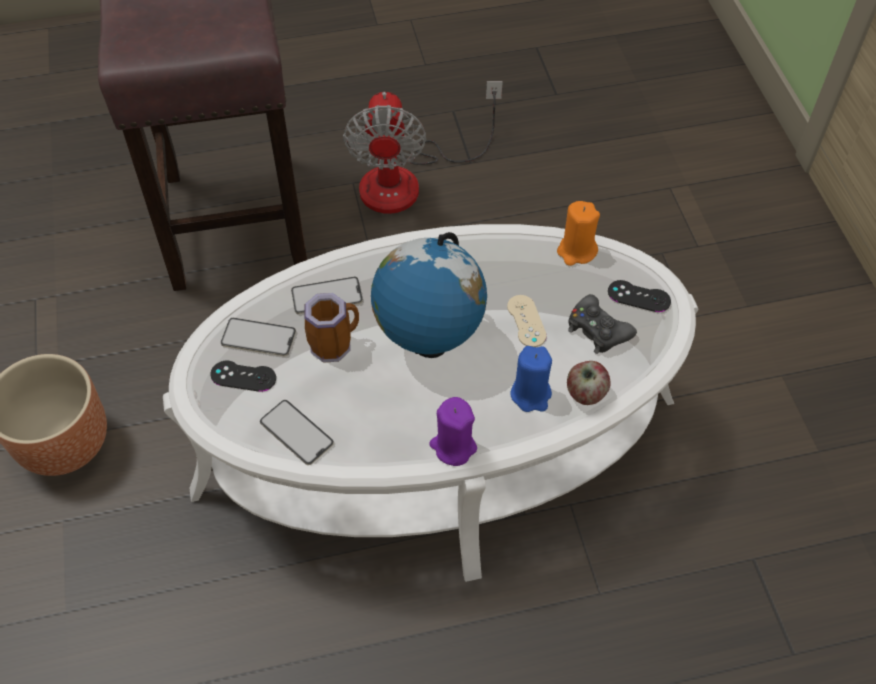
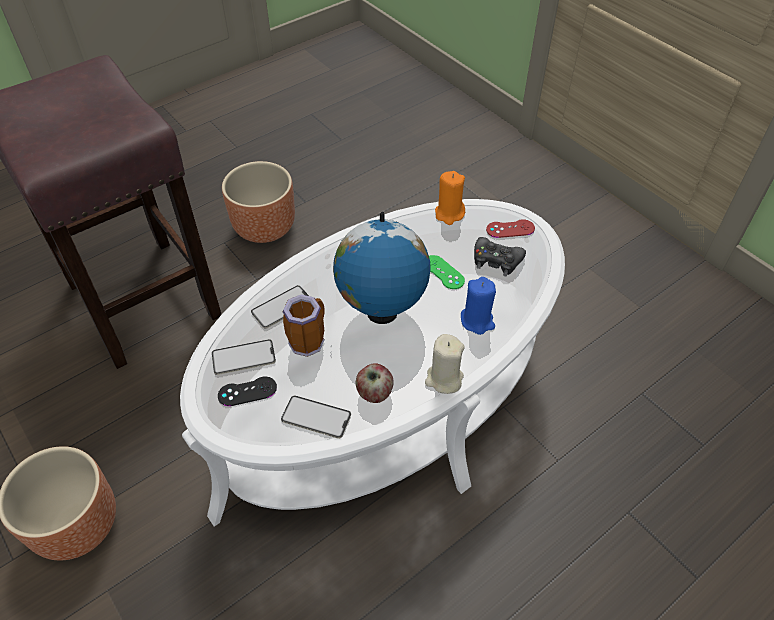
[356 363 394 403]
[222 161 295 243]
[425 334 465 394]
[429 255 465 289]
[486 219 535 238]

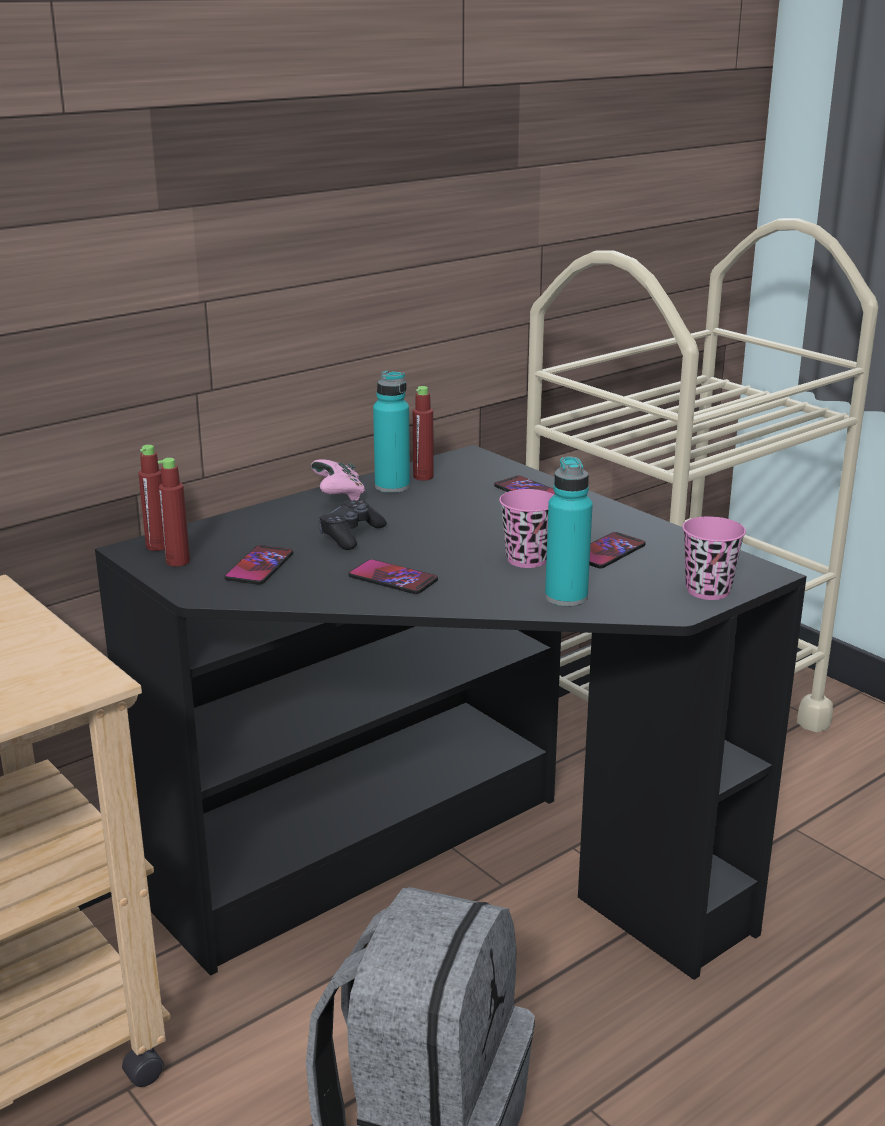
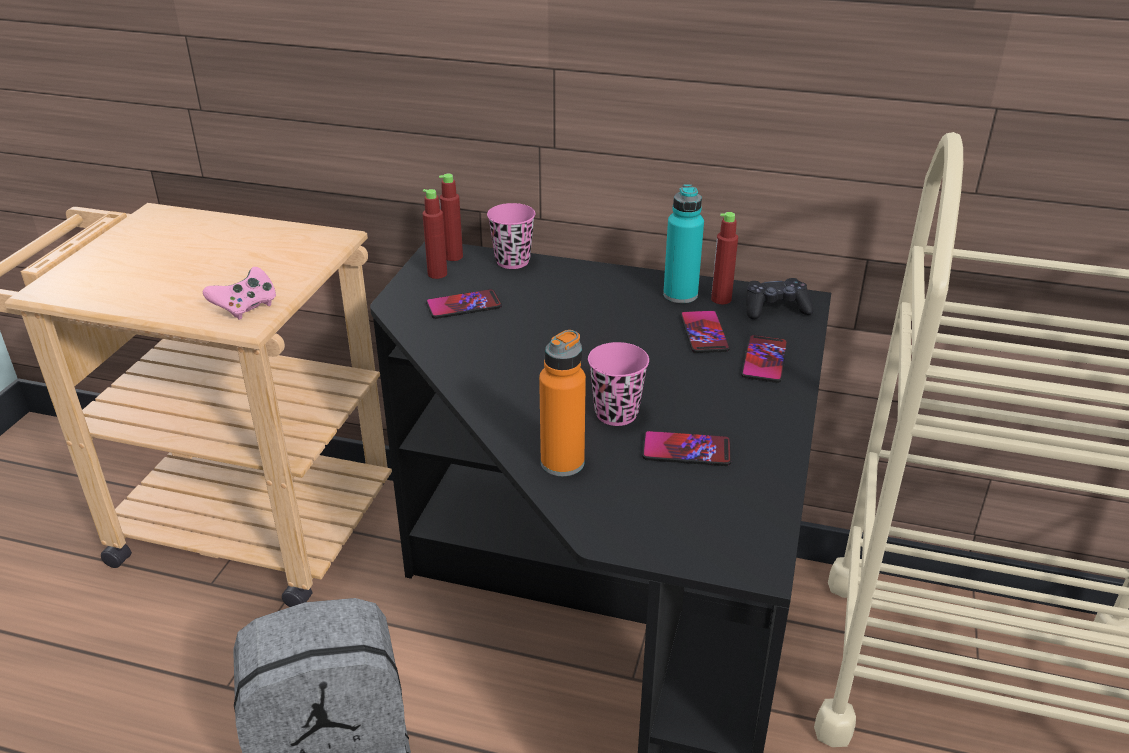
[203 267 276 320]
[746 278 813 319]
[680 310 730 353]
[487 203 536 269]
[539 330 586 476]

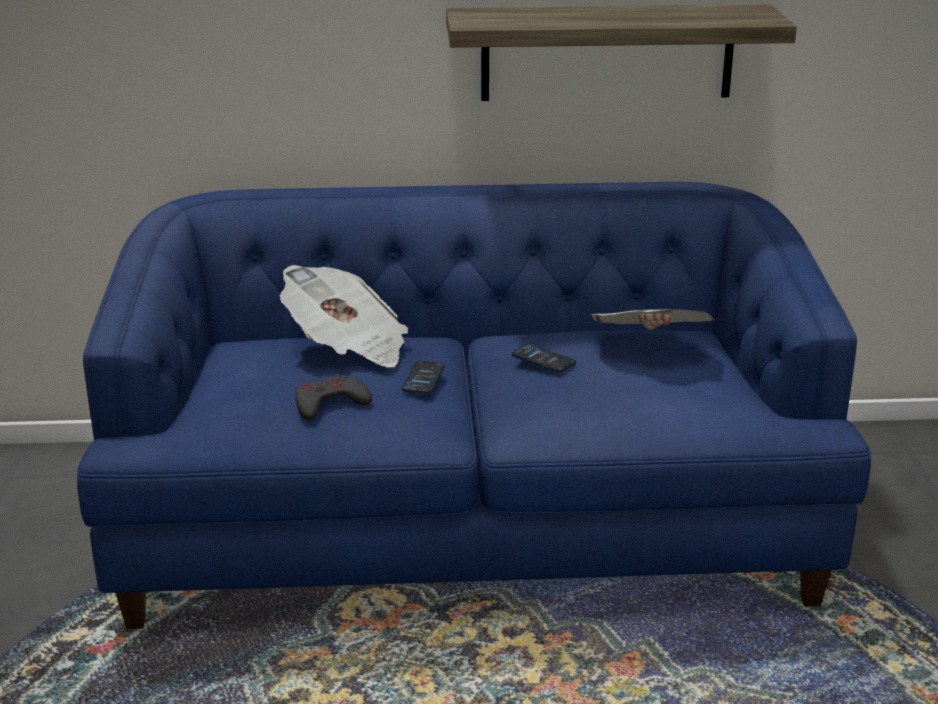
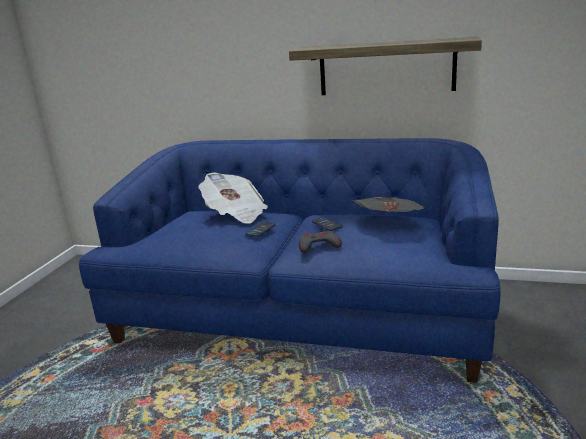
[299 231 342 253]

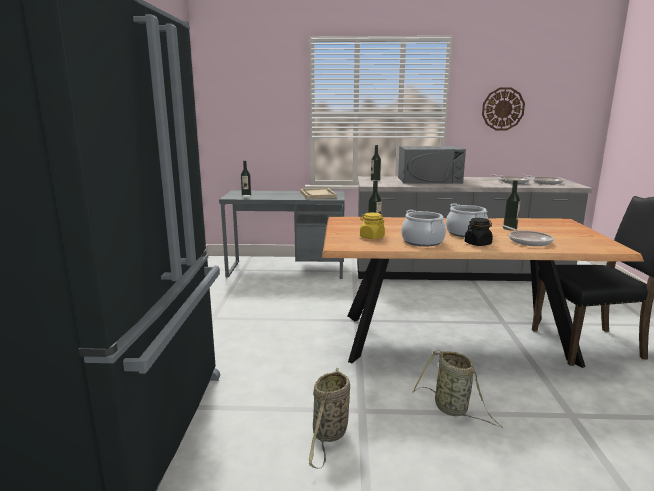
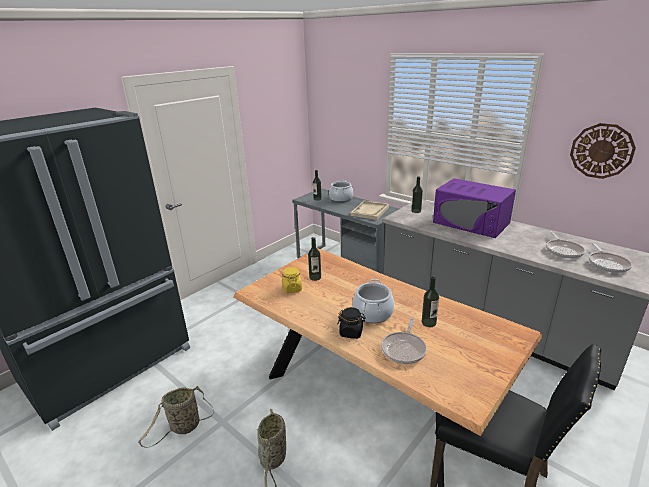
[329 180 353 202]
[433 178 516 238]

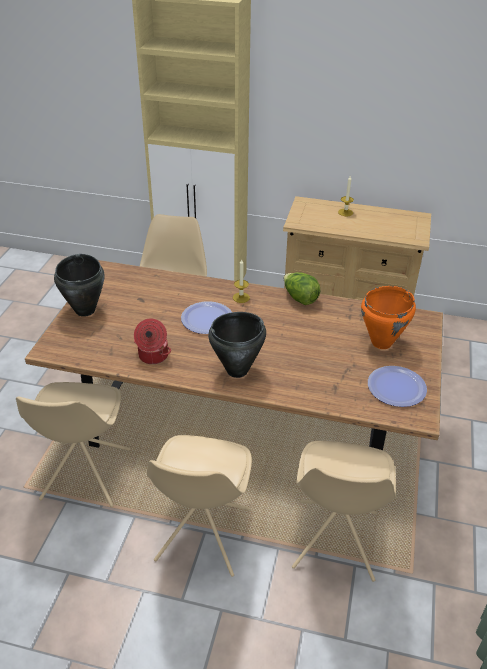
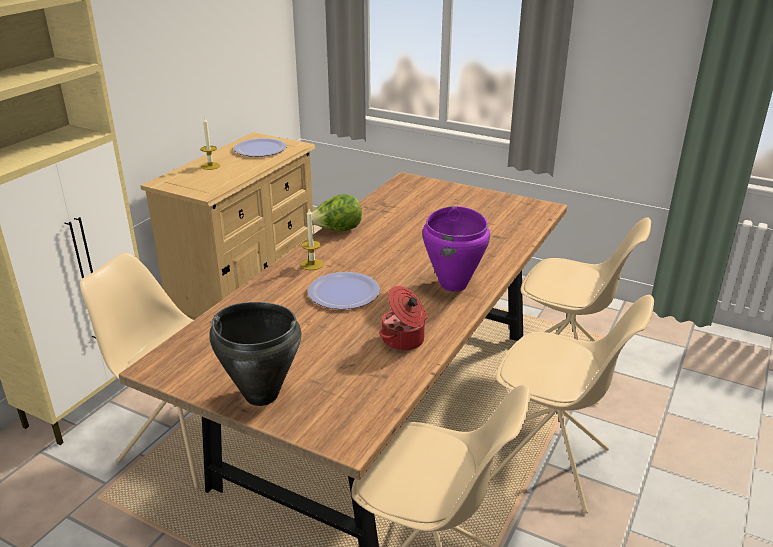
[361 286 416 349] (first image)
[234 138 286 157]
[422 206 490 292]

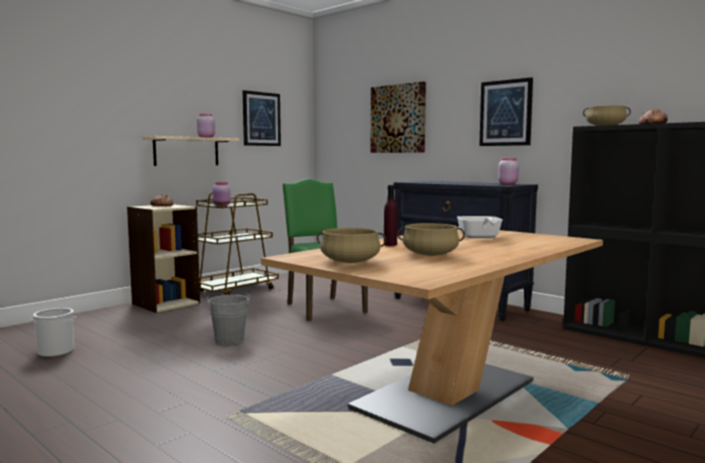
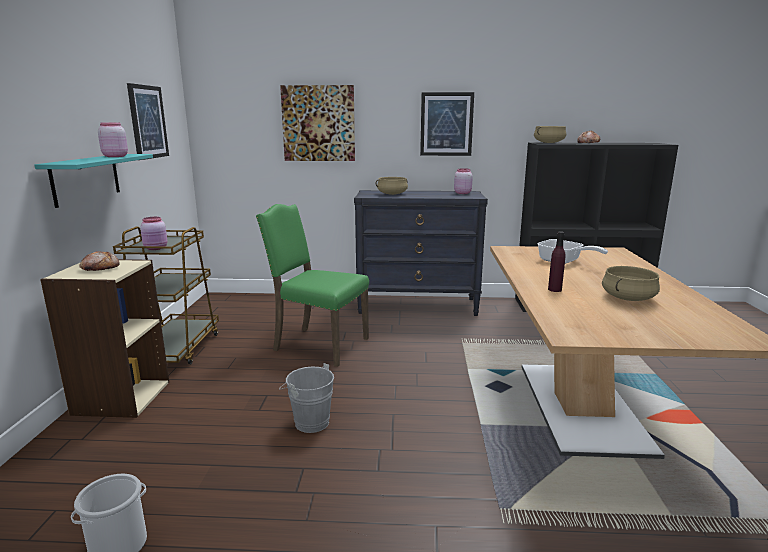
[375 177 408 195]
[35 154 153 208]

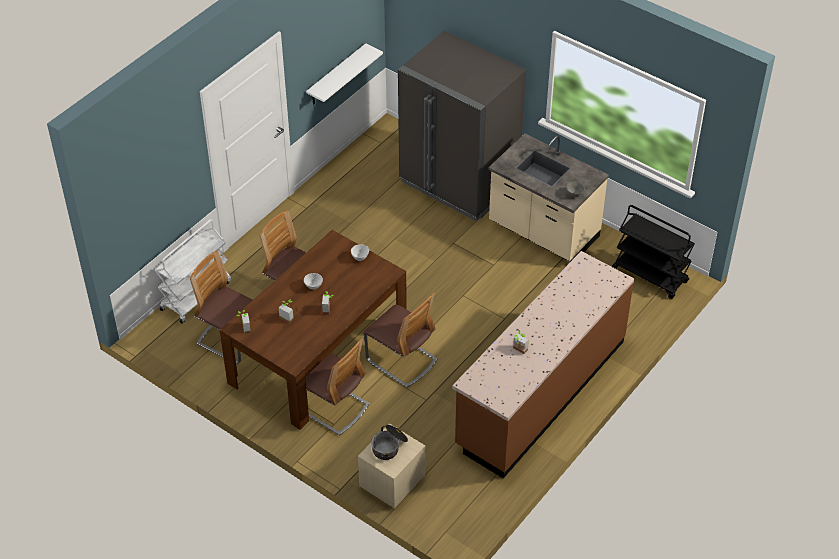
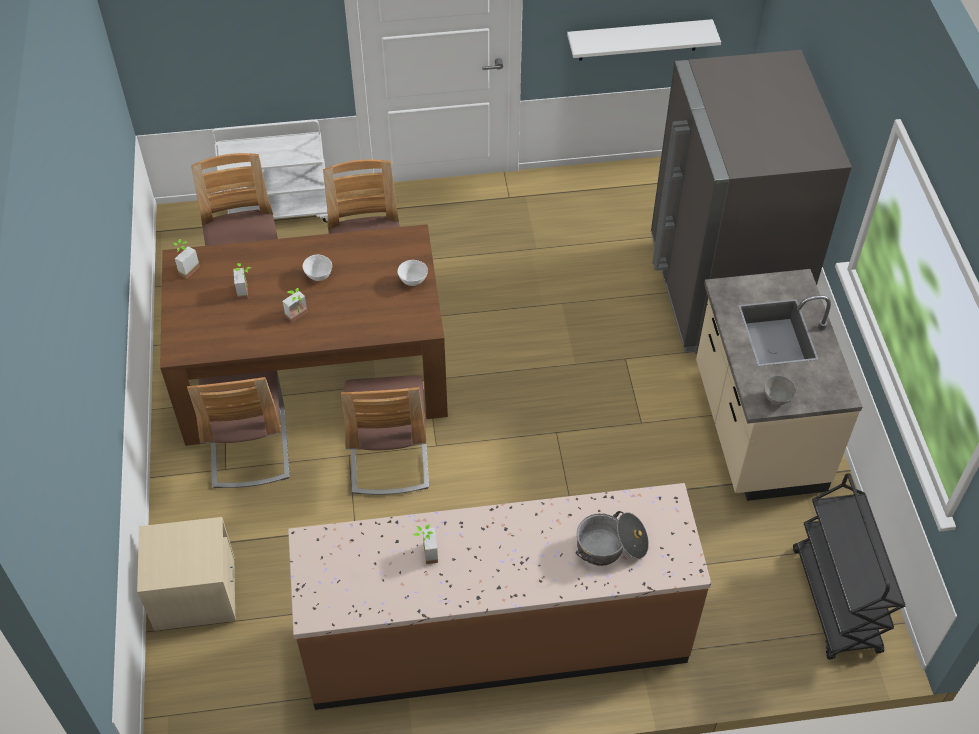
[576 511 649 566]

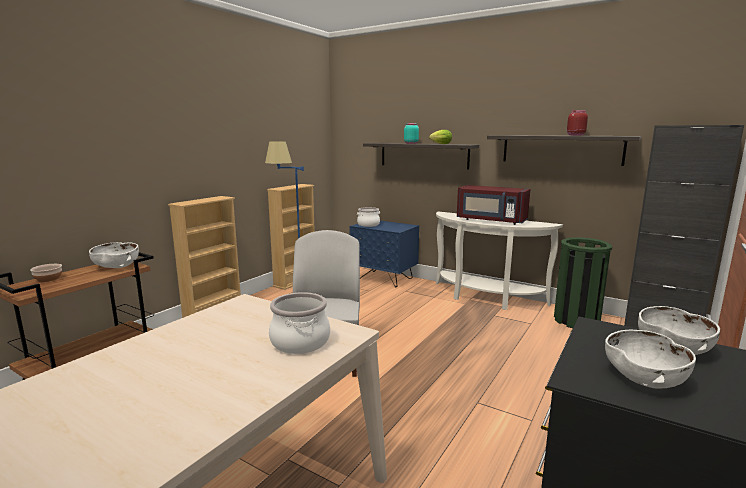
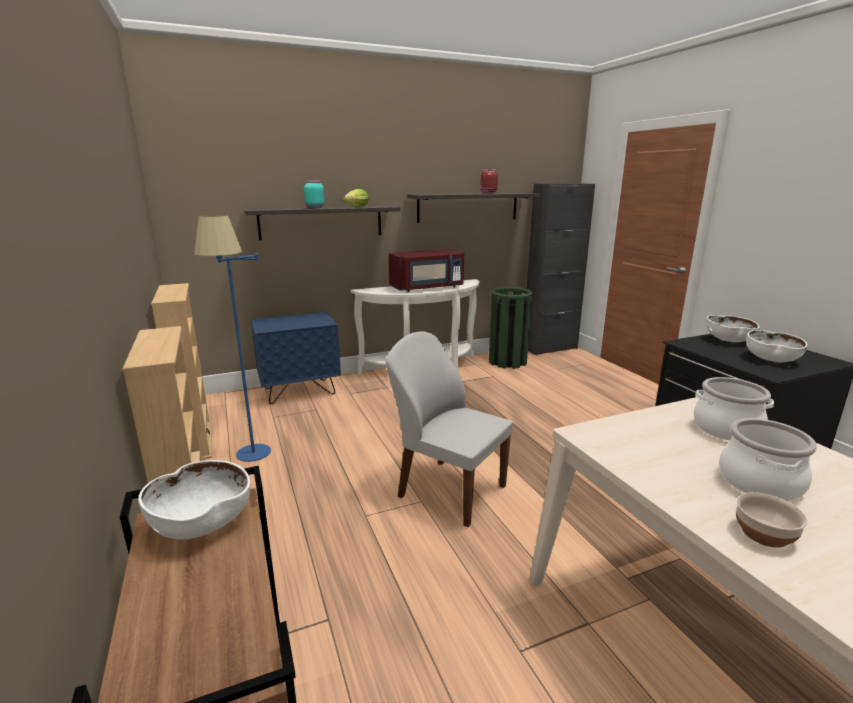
[736 492 807 548]
[719 418 817 501]

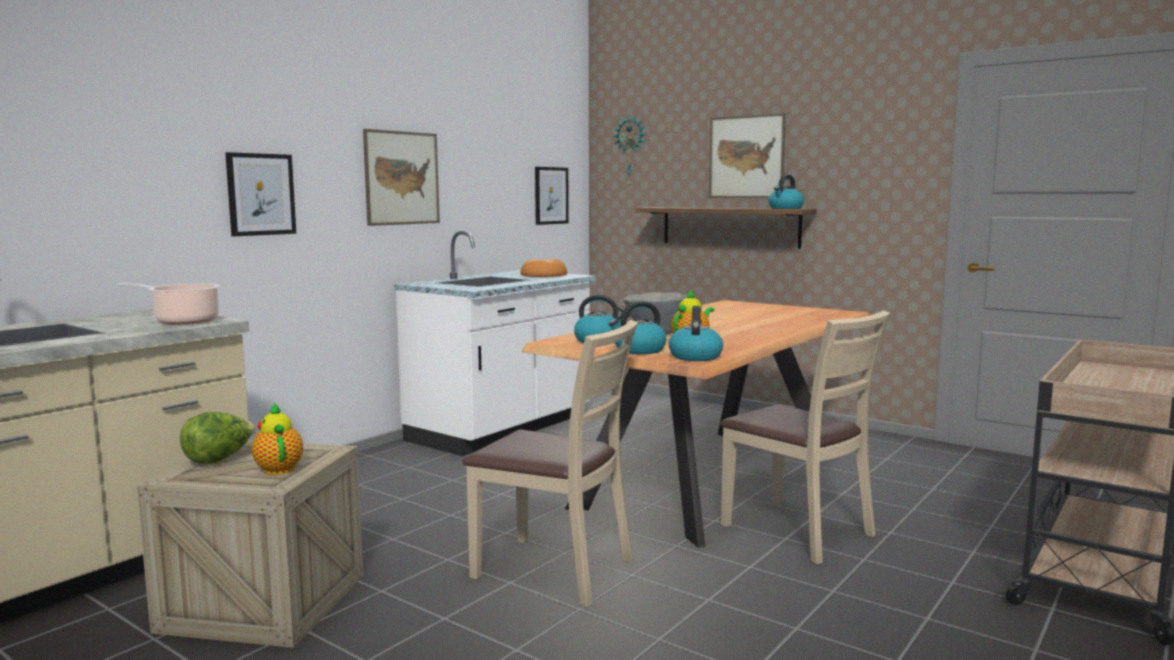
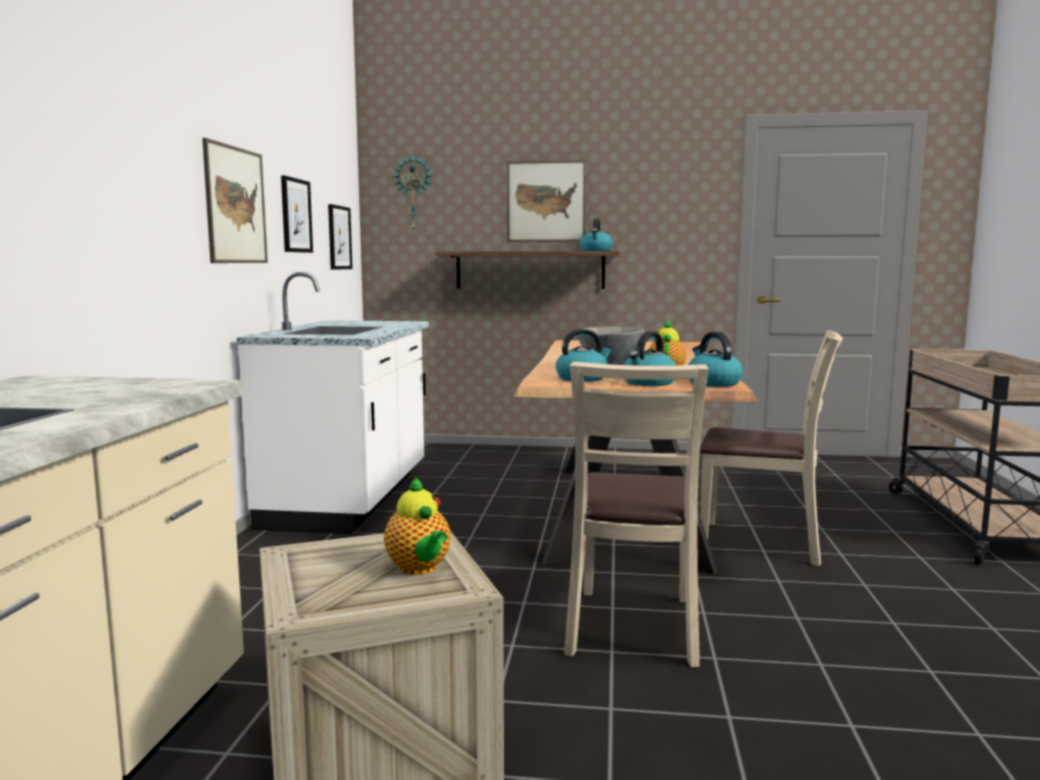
[116 283 220 324] (first image)
[180 412 256 464] (first image)
[520 258 567 277] (first image)
[281 175 313 253]
[384 476 451 575]
[564 362 709 667]

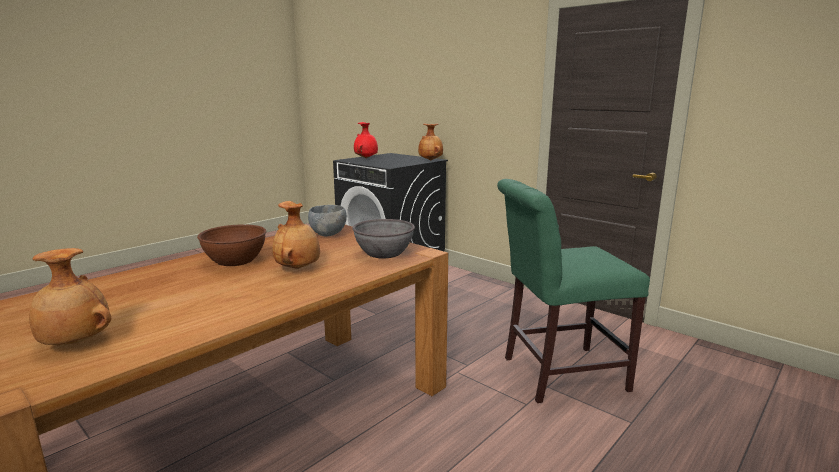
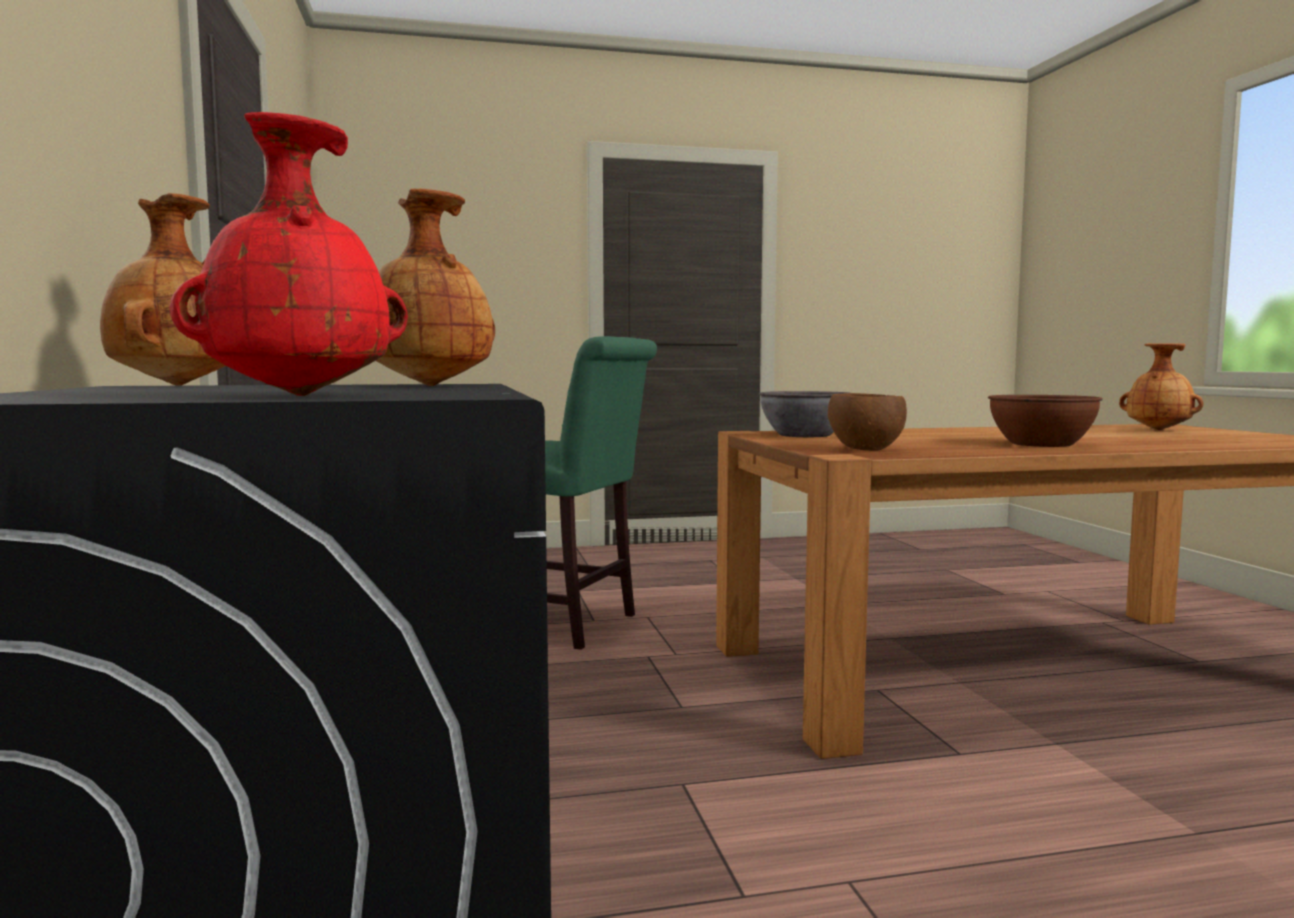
[376 188 495 386]
[828 393 907 451]

